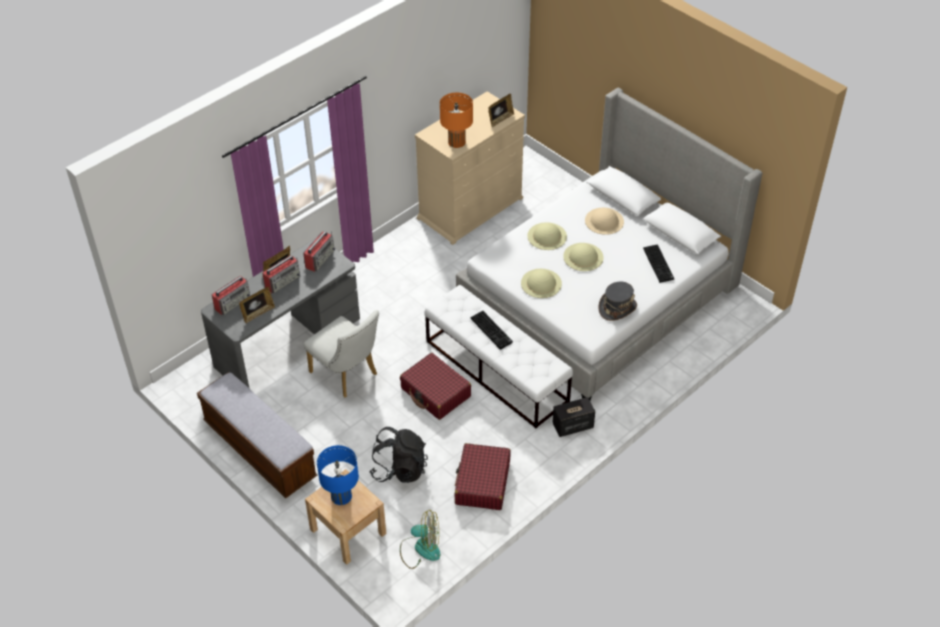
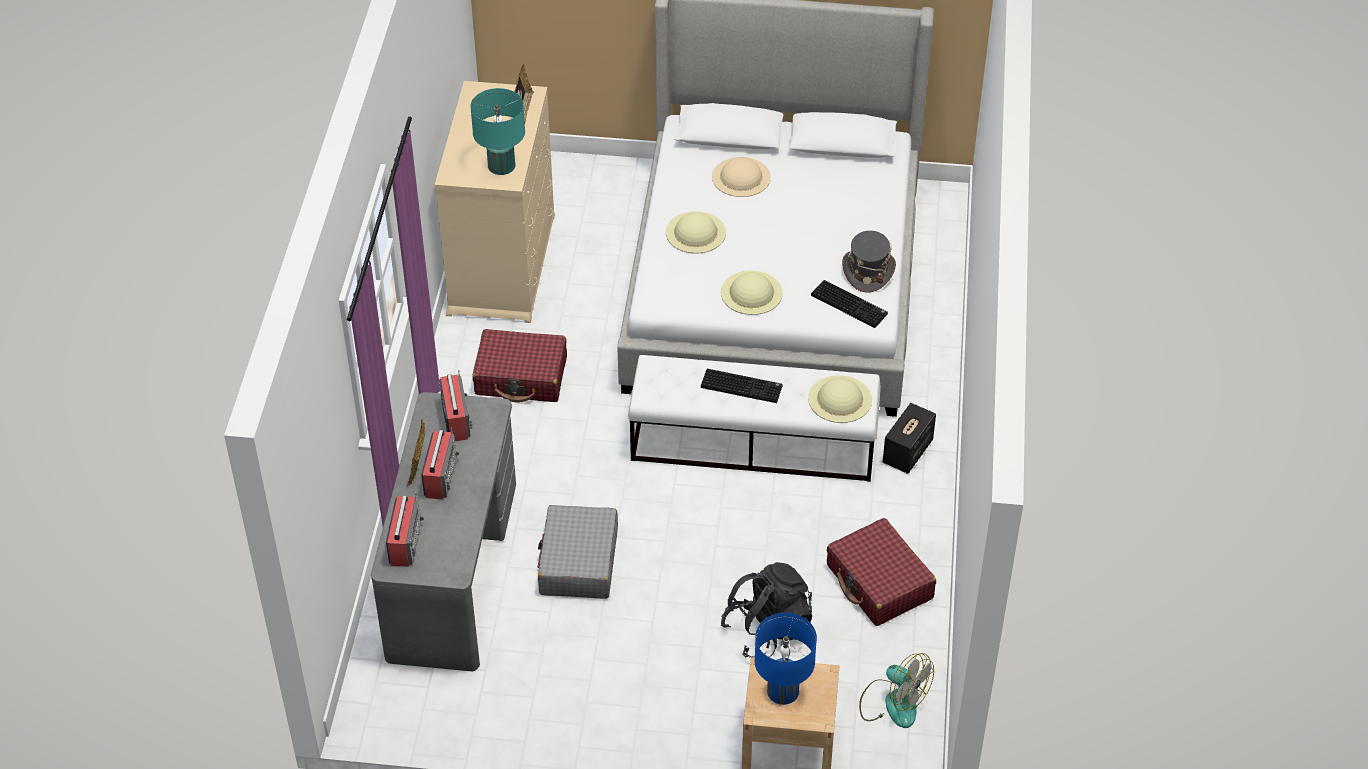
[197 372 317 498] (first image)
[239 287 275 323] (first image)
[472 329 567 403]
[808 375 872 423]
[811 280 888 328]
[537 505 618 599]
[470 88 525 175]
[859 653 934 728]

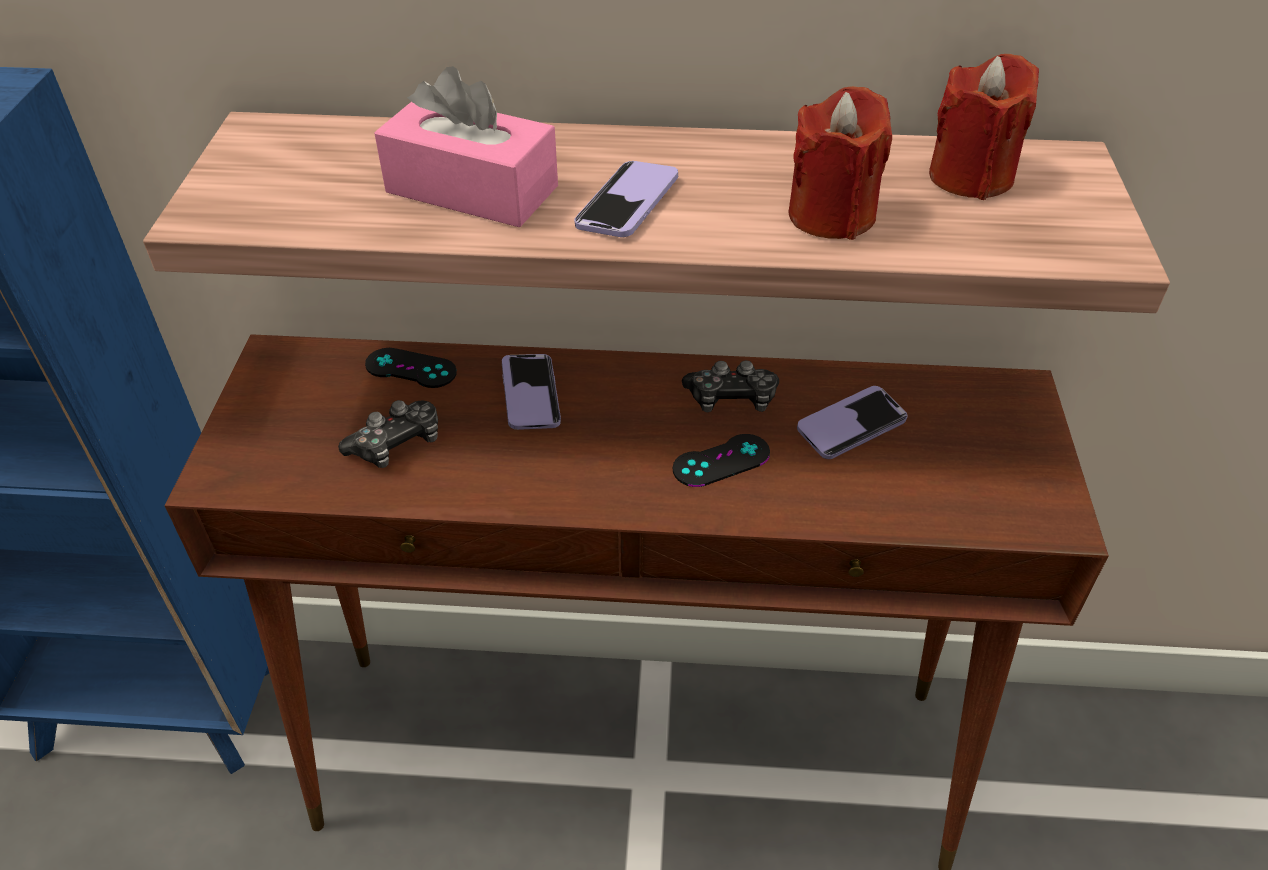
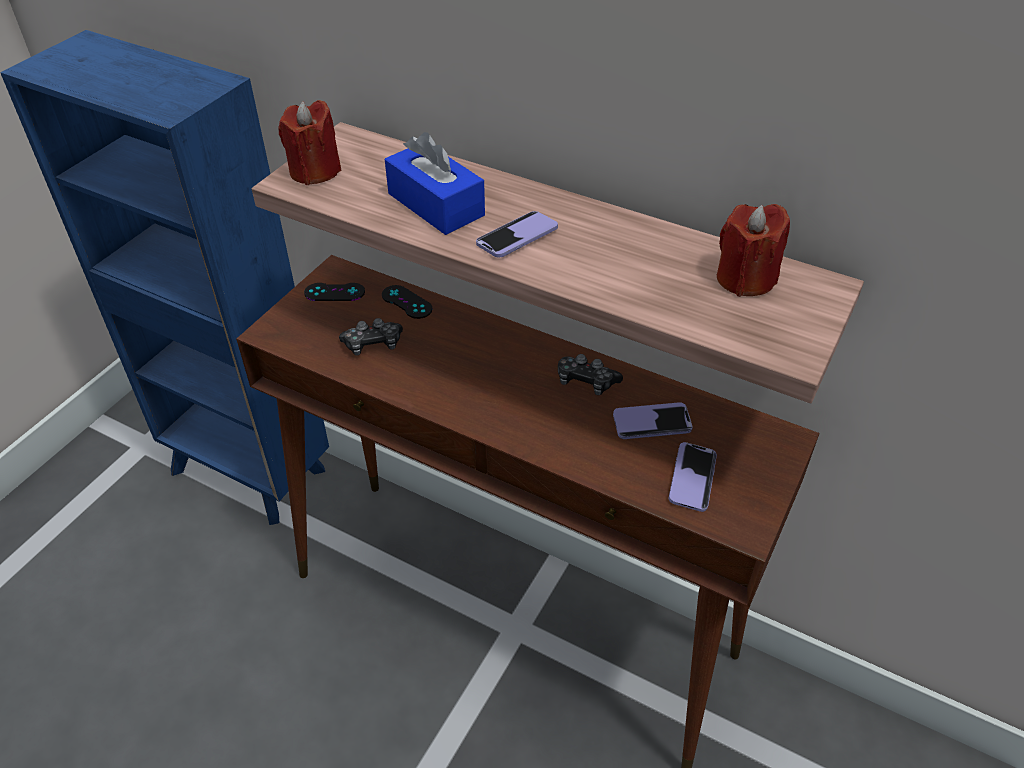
[669 442 717 512]
[304 283 365 301]
[279 100 341 185]
[385 132 485 235]

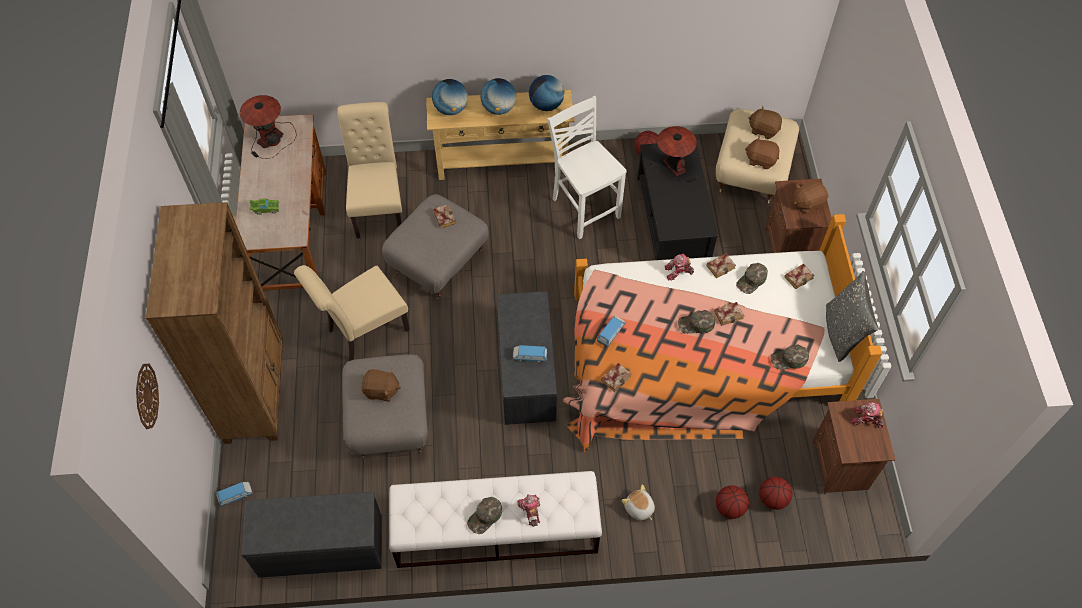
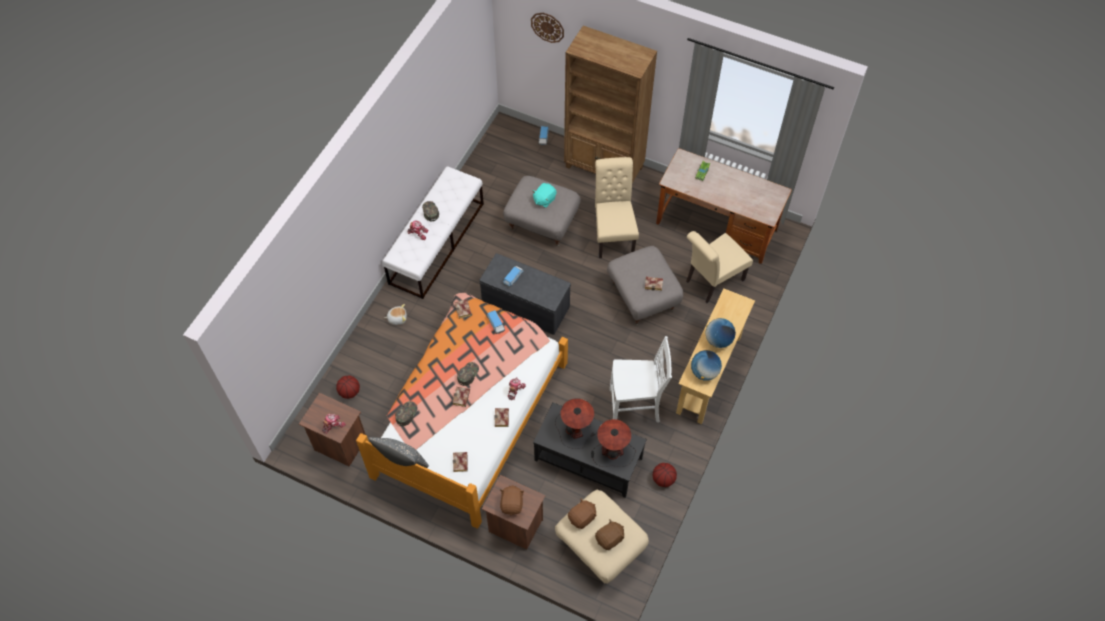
[241 492 382 578] (first image)
[432 79 468 115] (first image)
[716 485 749 519] (first image)
[736 263 768 294] (first image)
[555 398 597 449]
[532 183 557 208]
[686 231 753 303]

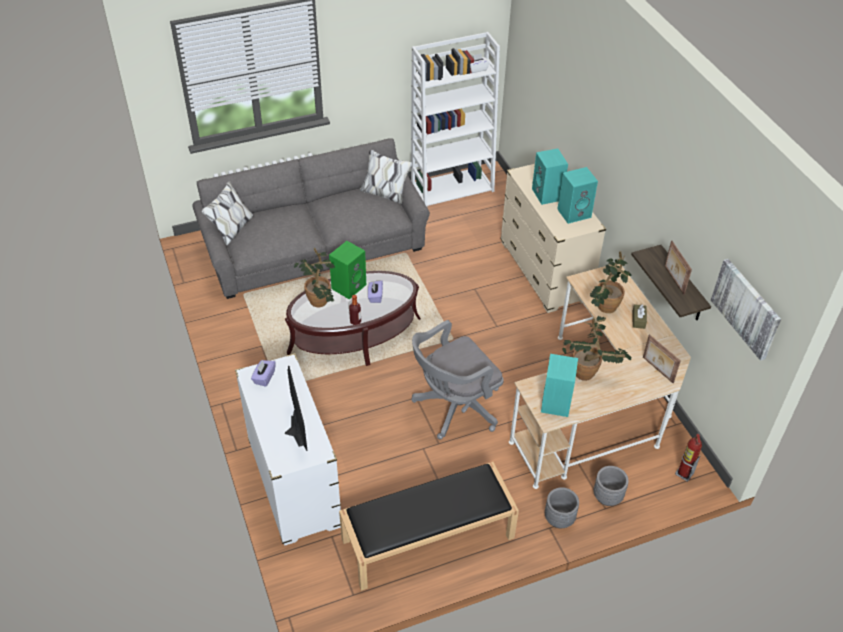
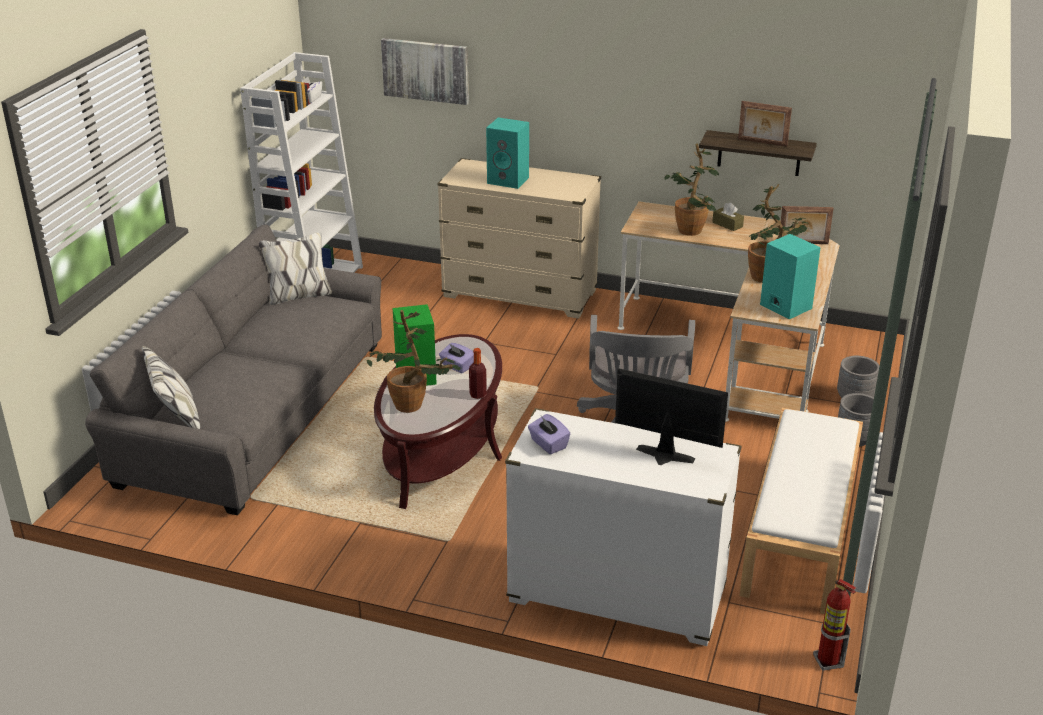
[557 167 598 224] (first image)
[813 579 856 671]
[381 38 469 105]
[740 408 863 614]

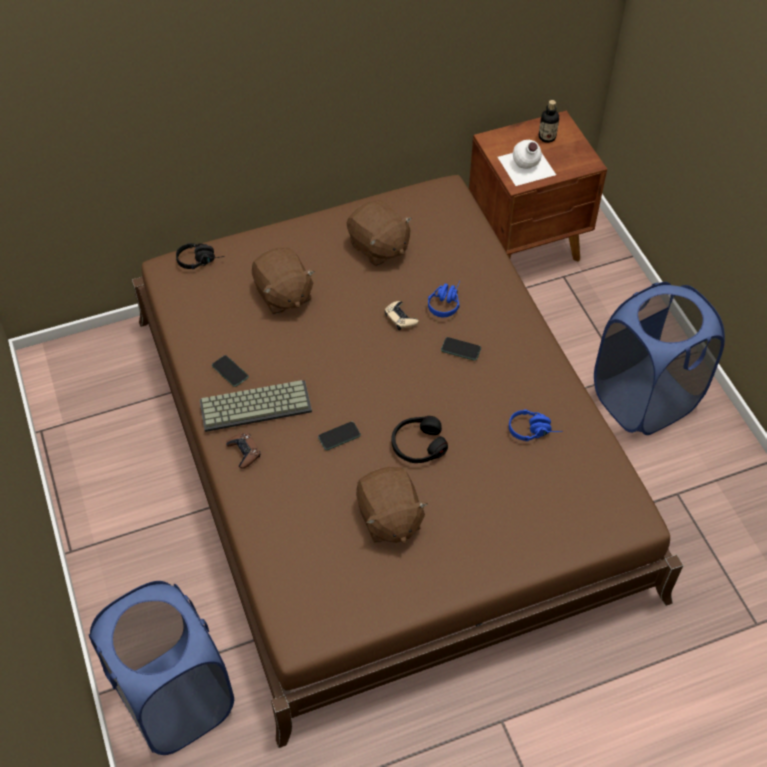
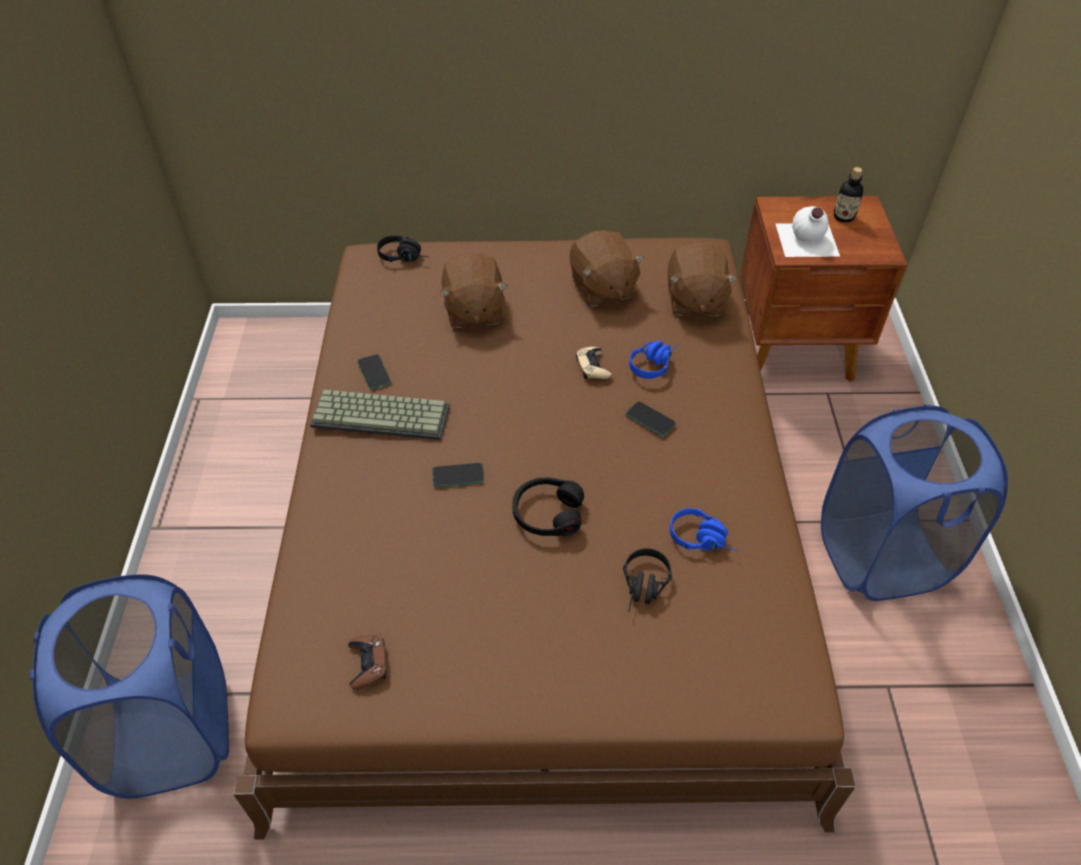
[623 548 672 612]
[348 635 386 689]
[668 242 738 316]

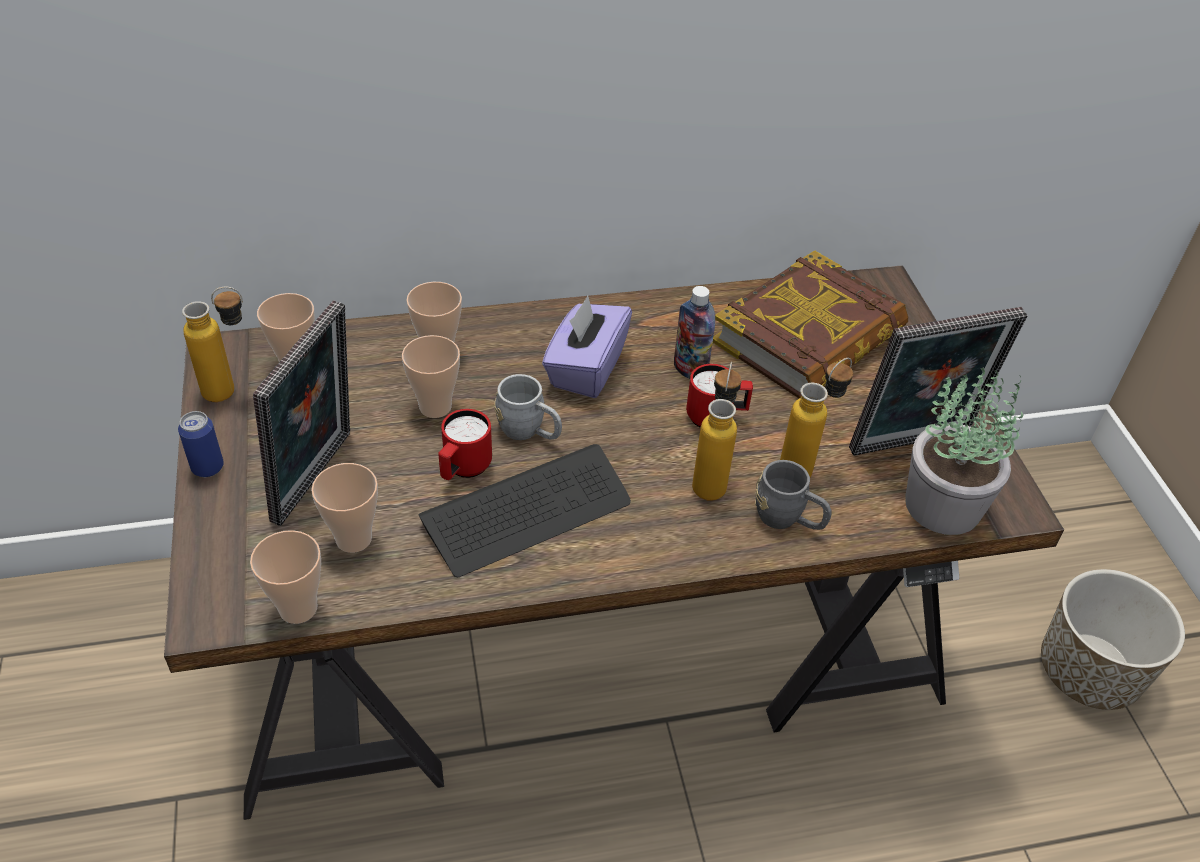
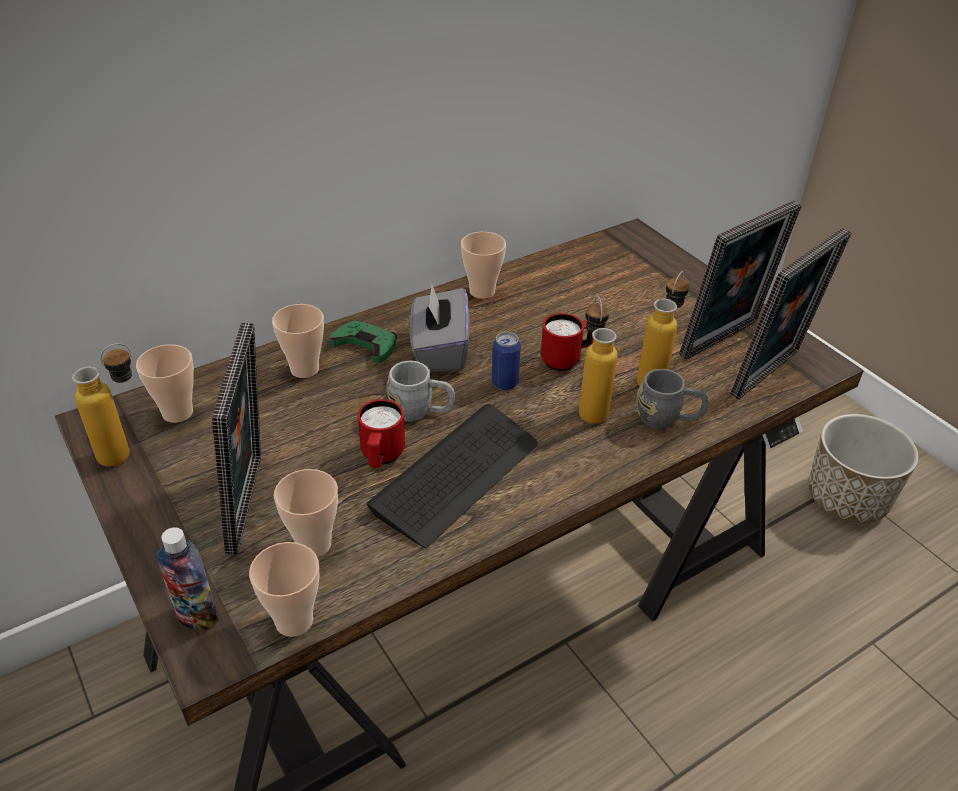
[713 250 908 398] (first image)
[330 320 397 363]
[492 332 521 390]
[461 232 506 299]
[156 527 219 630]
[730 228 851 400]
[410 285 469 371]

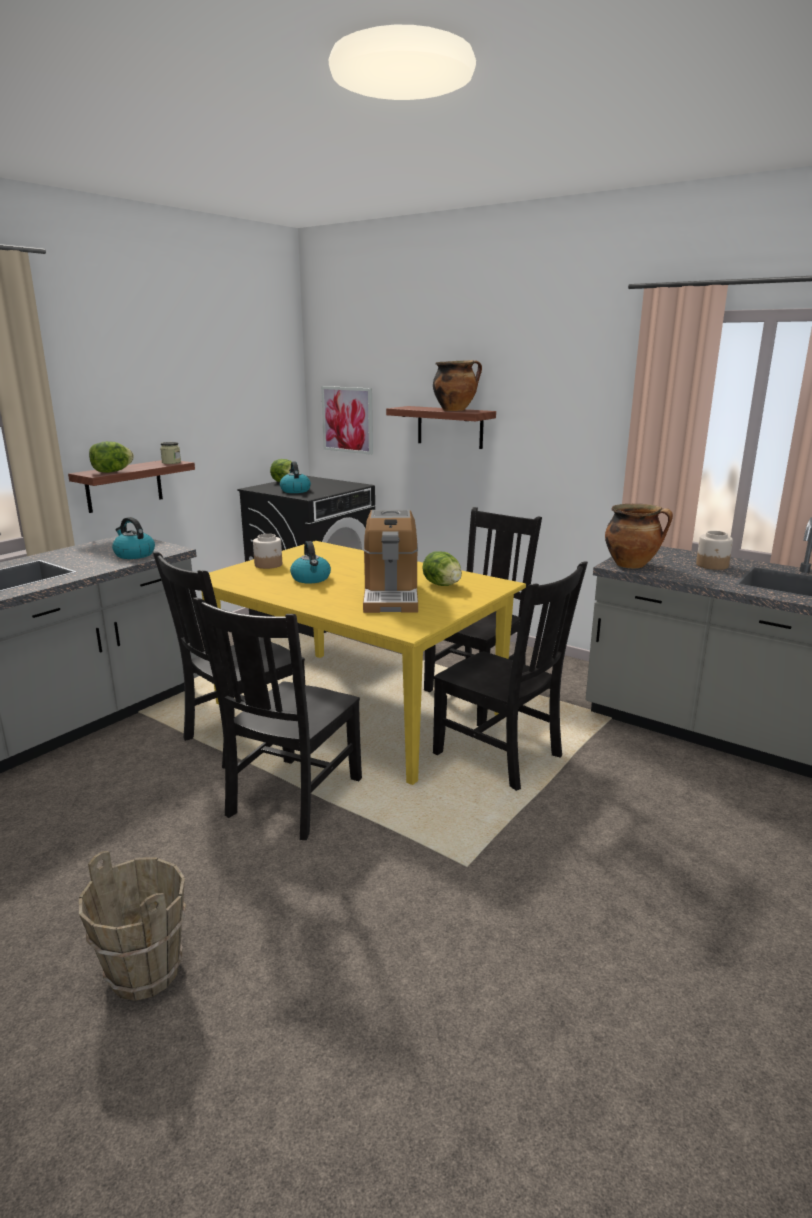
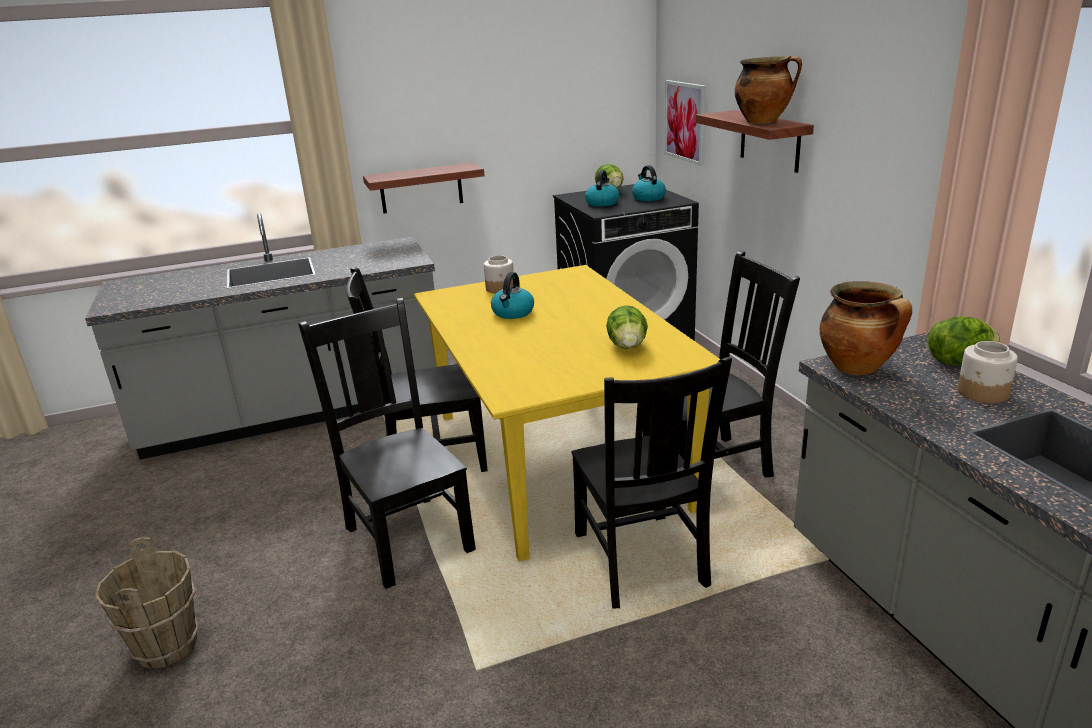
[160 442 181 464] (first image)
[363 510 418 613] (first image)
[928 316 1000 366]
[632 165 666 201]
[298 298 476 589]

